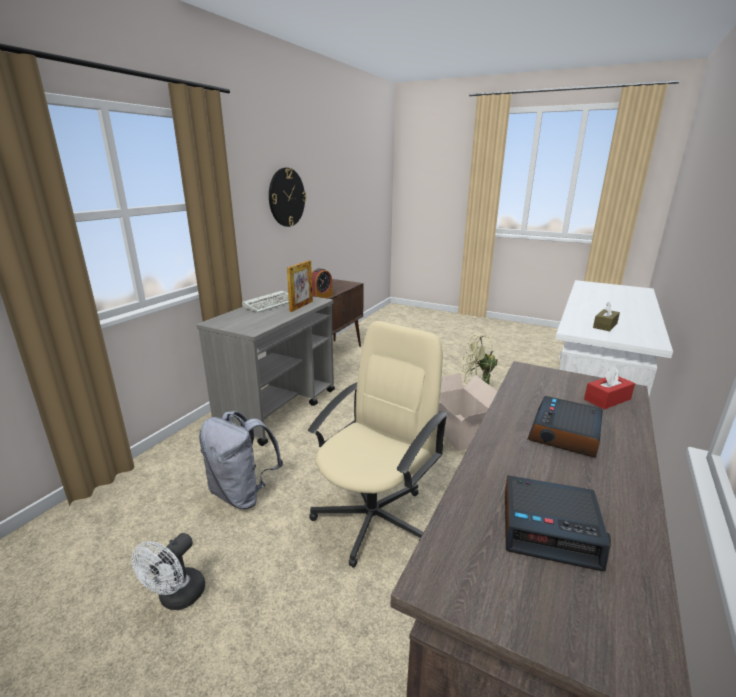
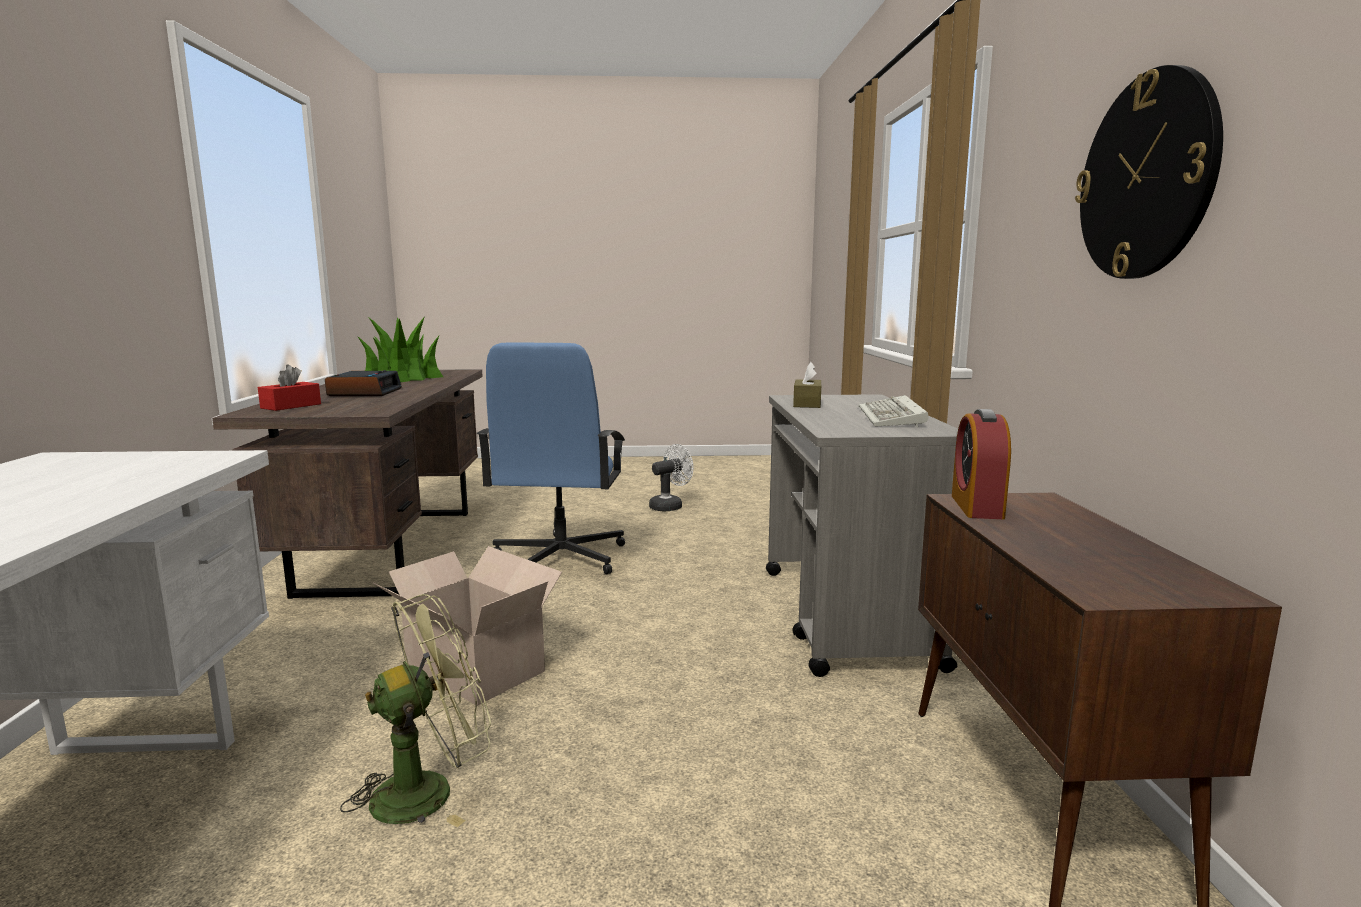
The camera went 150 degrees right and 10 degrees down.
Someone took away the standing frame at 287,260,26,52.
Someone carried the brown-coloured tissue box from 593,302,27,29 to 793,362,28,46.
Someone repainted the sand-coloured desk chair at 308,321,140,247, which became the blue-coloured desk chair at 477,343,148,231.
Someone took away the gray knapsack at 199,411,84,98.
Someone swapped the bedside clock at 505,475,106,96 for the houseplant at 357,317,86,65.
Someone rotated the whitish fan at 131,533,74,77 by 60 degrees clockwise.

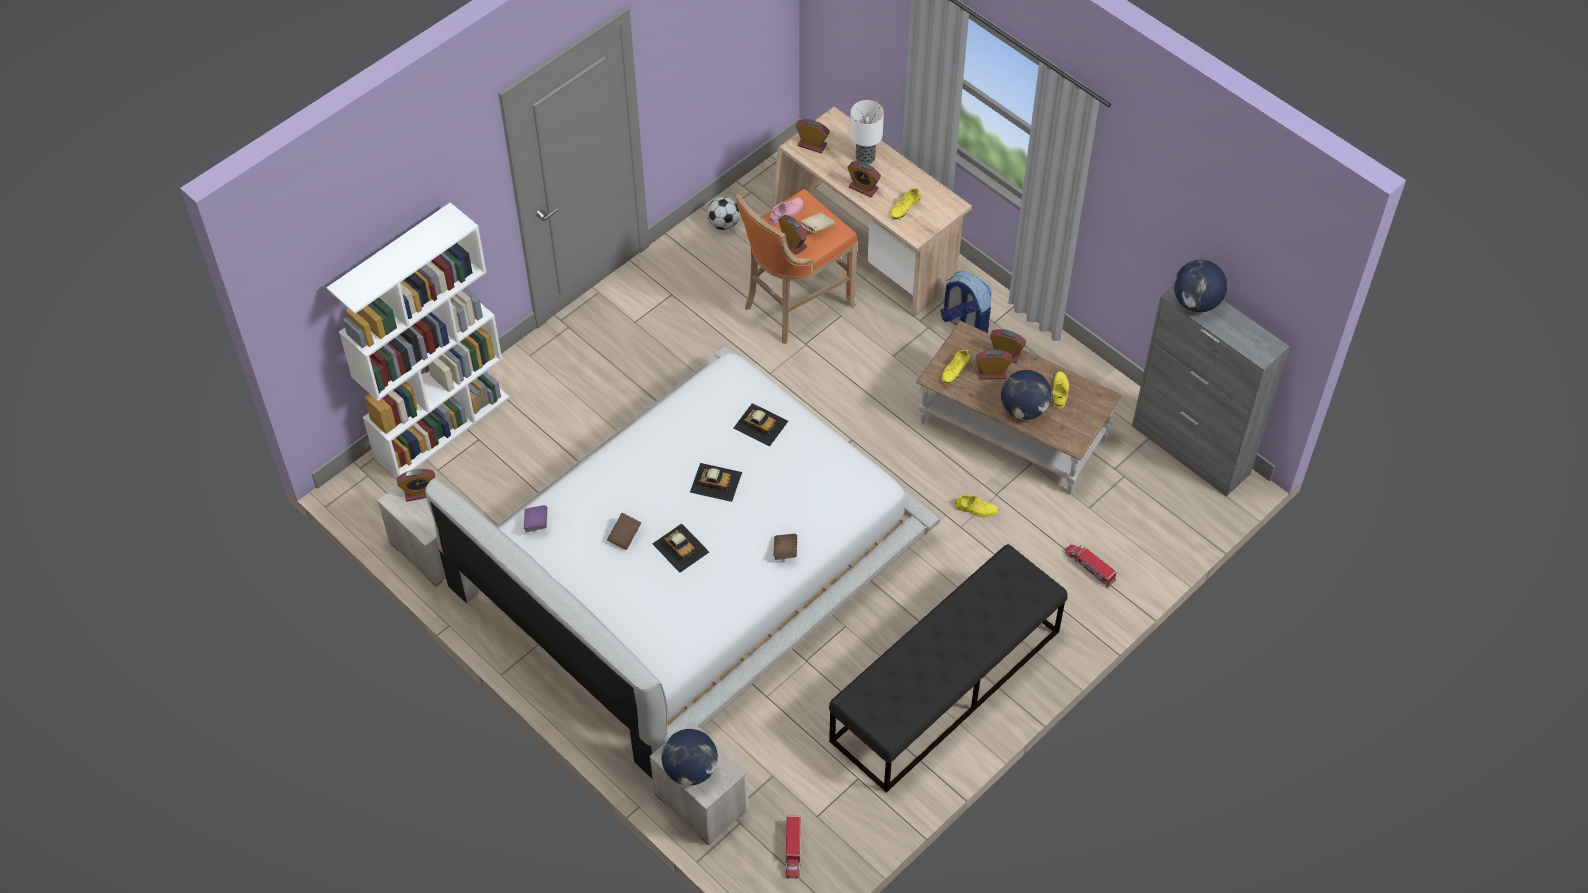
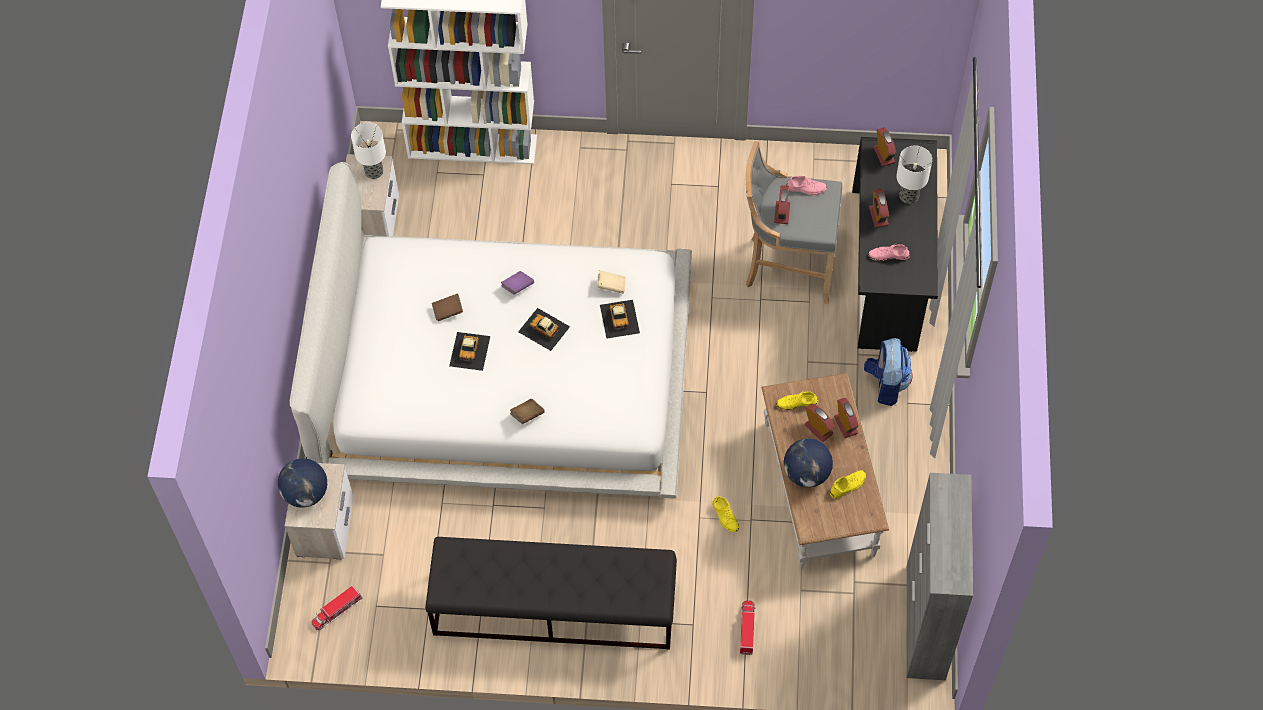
The camera went 50 degrees right and 5 degrees up.
Someone repainted the sand-coloured desk at 771,107,201,209, which became the black desk at 852,137,86,215.
Someone repainted the yellowish low shoe at 890,188,31,32, which became the pinkish low shoe at 868,243,42,18.
Someone repainted the orangey stool at 735,189,122,155, which became the gray stool at 746,141,96,163.
Someone took away the ball for football at 707,197,33,33.
Someone carried the sand-coloured bound book from 801,213,34,20 to 597,270,29,24.
Someone took away the world globe at 1174,260,53,52.
Someone rotated the toy car at 690,463,52,39 by 150 degrees clockwise.
Someone swapped the bedside clock at 397,469,38,33 for the lamp for a table at 351,122,35,57.
Someone carried the purple-coloured bound book from 524,505,24,28 to 501,271,33,24.

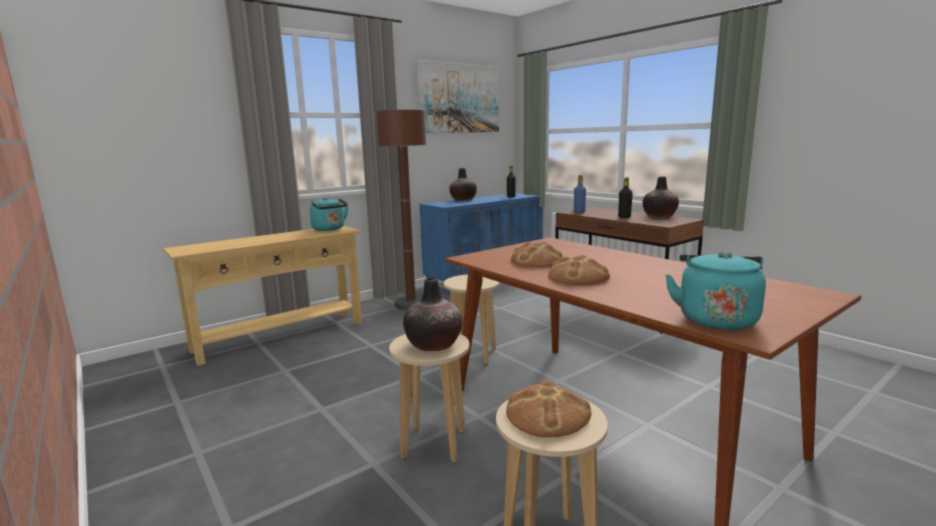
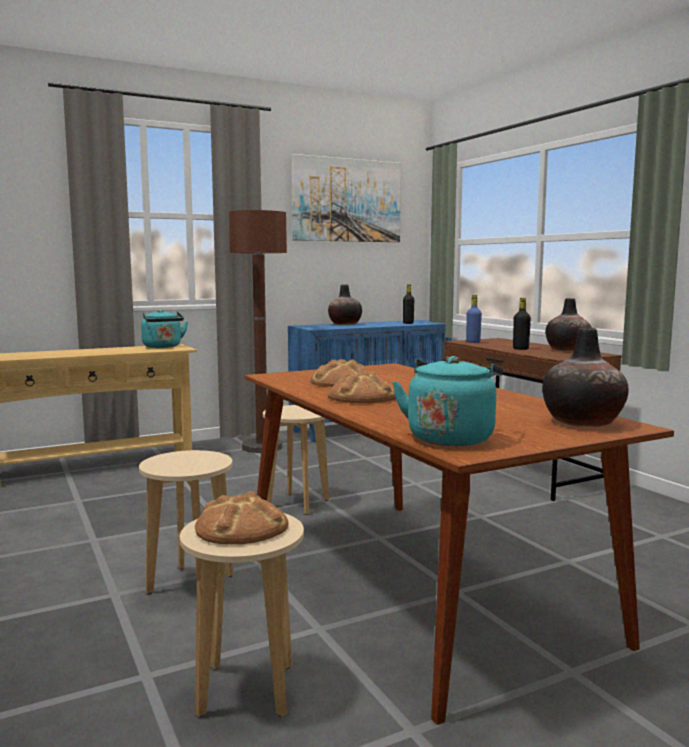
The camera went 10 degrees right and 5 degrees down.
Someone carried the flower vase from 403,277,60,74 to 542,328,86,99.

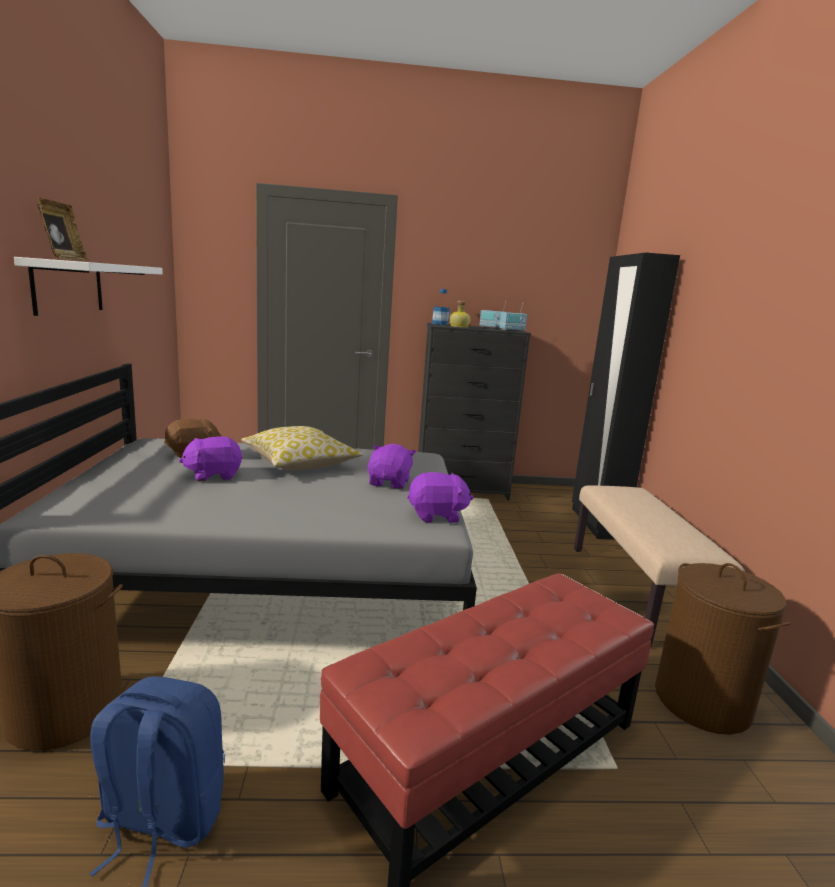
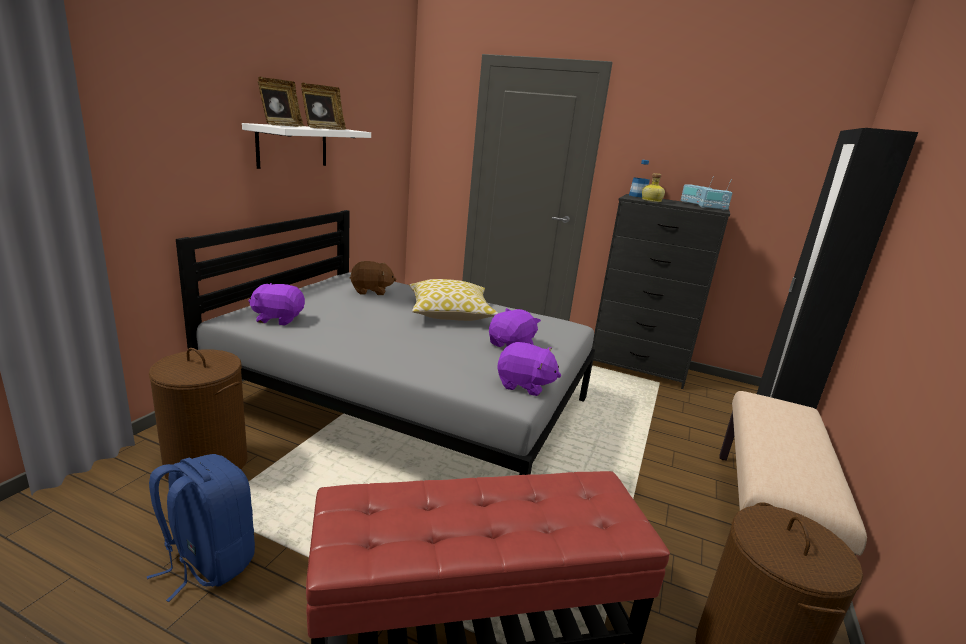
The camera went 25 degrees right and 5 degrees up.
Someone carried the purple-coloured cuddly toy from 179,436,64,46 to 249,283,56,43.
Someone put down the standing frame at 301,83,45,47.

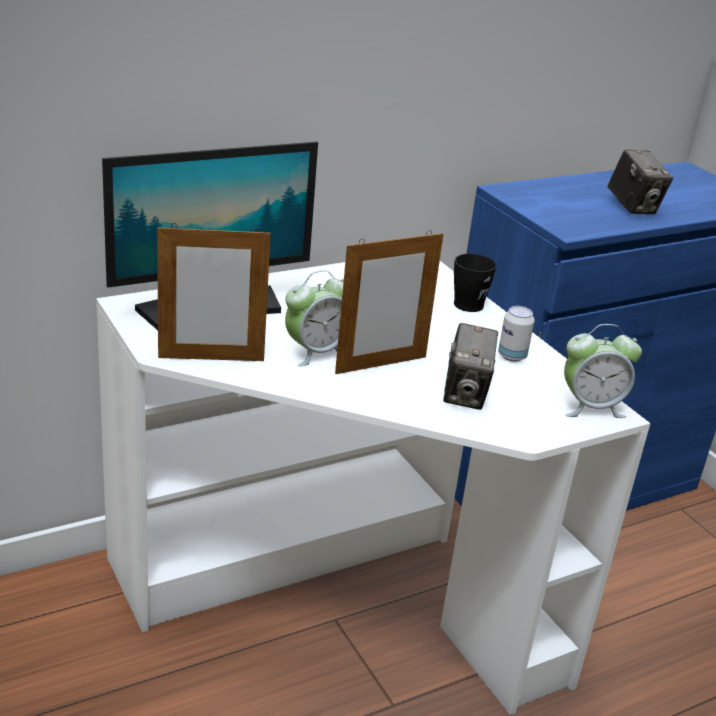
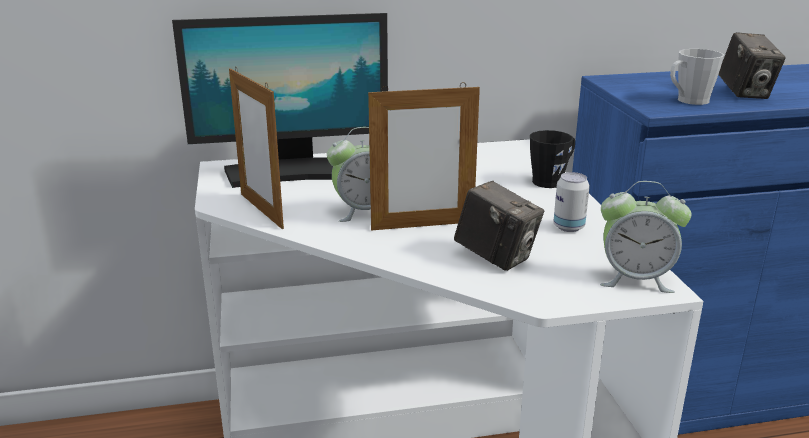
The camera went 20 degrees right and 5 degrees down.
Someone rotated the standing frame at 157,223,114,138 by 45 degrees clockwise.
Someone rotated the still camera at 443,323,55,87 by 75 degrees counterclockwise.
Someone put down the gray coffee mug at 670,49,54,56.

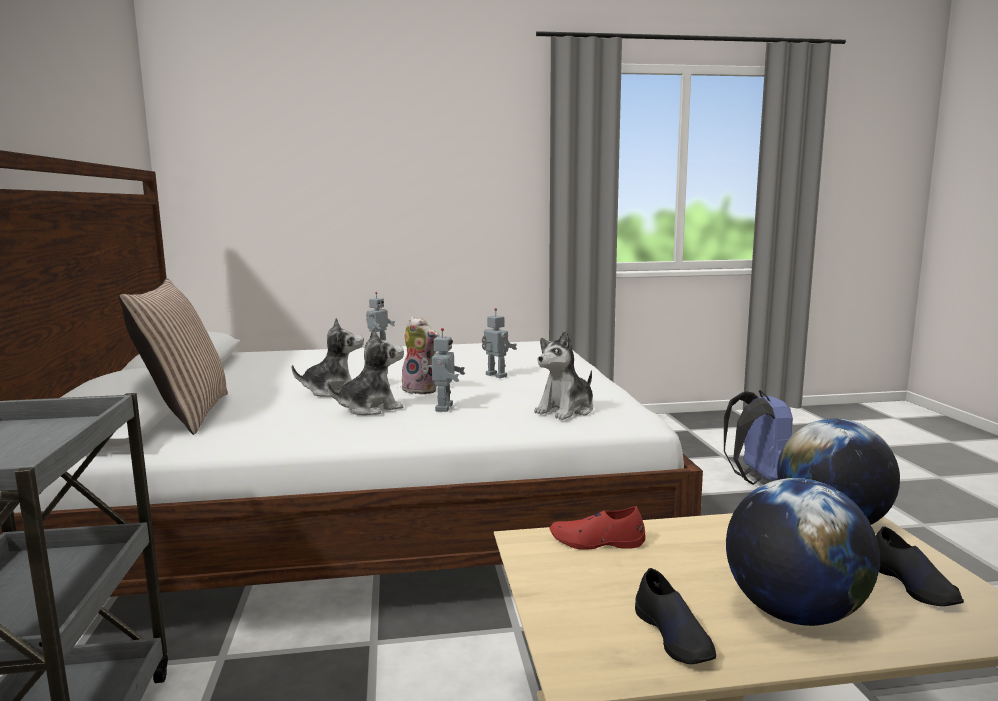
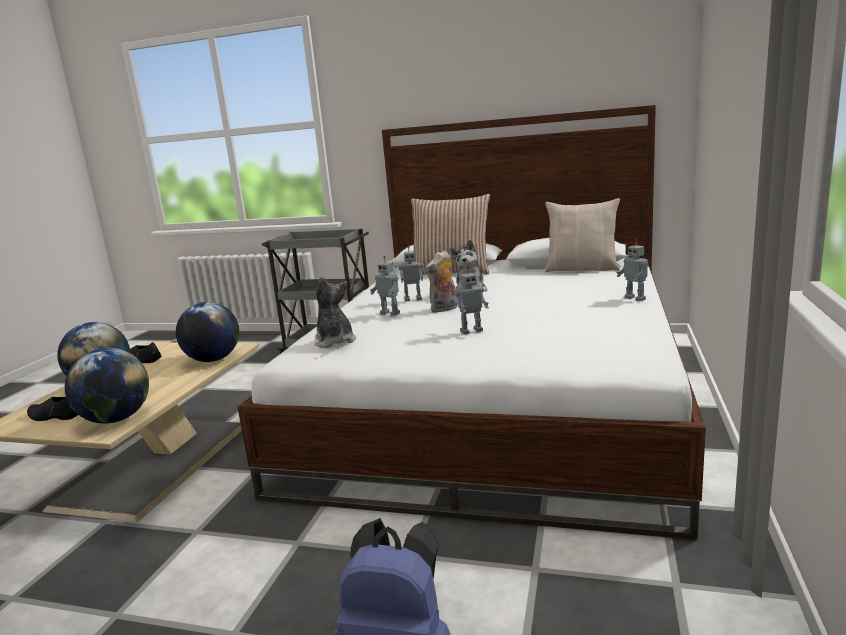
The camera went 115 degrees right and 5 degrees up.
Someone swapped the cuddly toy at 327,327,77,88 for the toy robot at 398,246,25,56.
Someone swapped the red-coloured low shoe at 549,506,97,44 for the world globe at 176,302,63,60.
Someone put down the sand-coloured cushion at 545,198,75,74.

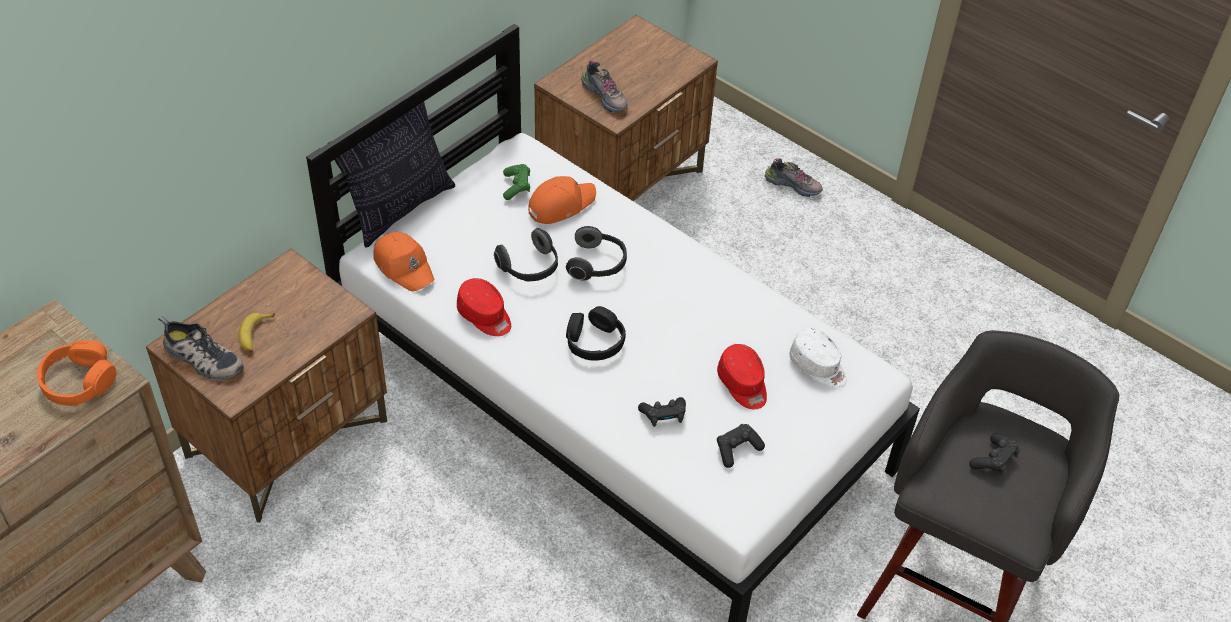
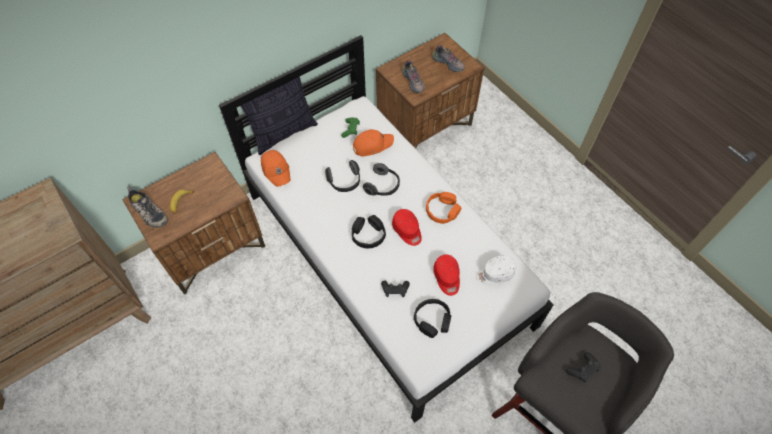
The camera went 15 degrees right and 10 degrees up.
Someone carried the low shoe from 764,158,59,39 to 432,45,33,27.
Someone carried the red-coloured peaked cap from 457,278,54,58 to 392,209,30,37.
Someone rotated the whitish peaked cap at 789,328,58,60 by 105 degrees clockwise.
Someone carried the orangey headphones from 37,340,79,66 to 426,192,35,32.
Someone swapped the black game controller at 717,424,48,44 for the black headphones at 414,299,37,39.

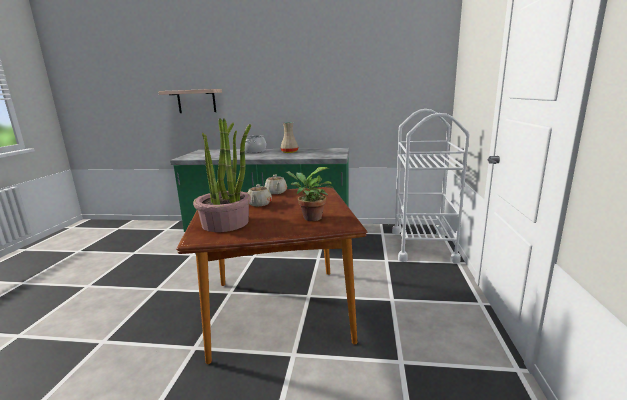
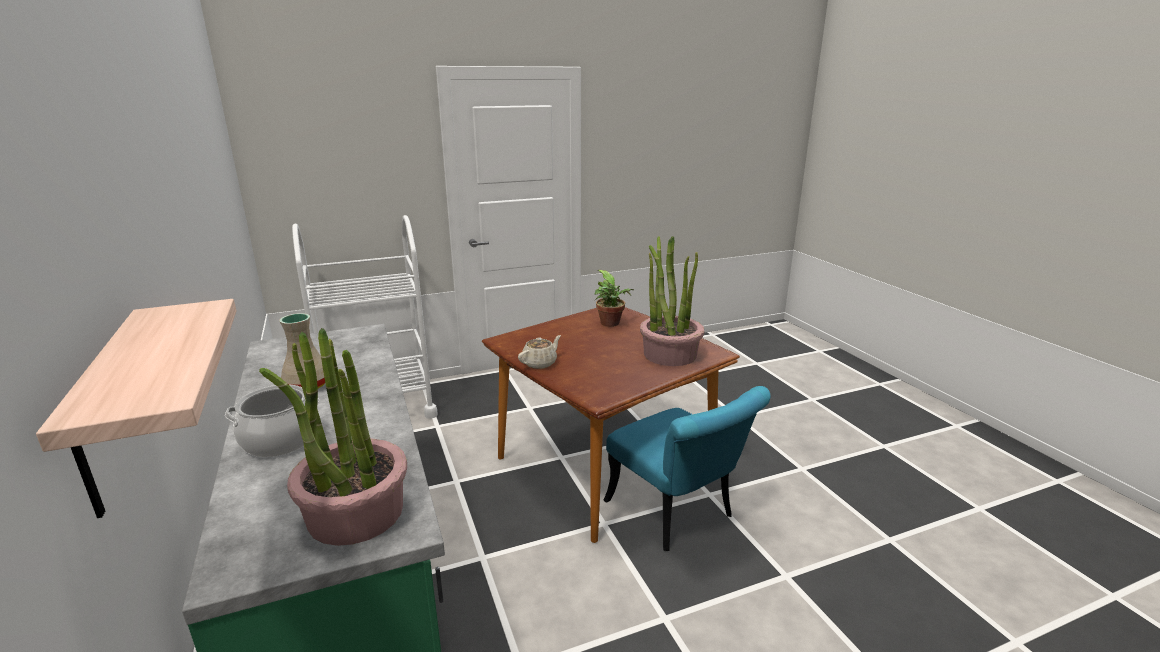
The camera went 120 degrees left and 5 degrees up.
Someone took away the sand-coloured tea pot at 248,184,24,22.
Someone put down the houseplant at 259,328,148,218.
Someone put down the turquoise-coloured chair at 604,386,166,165.

